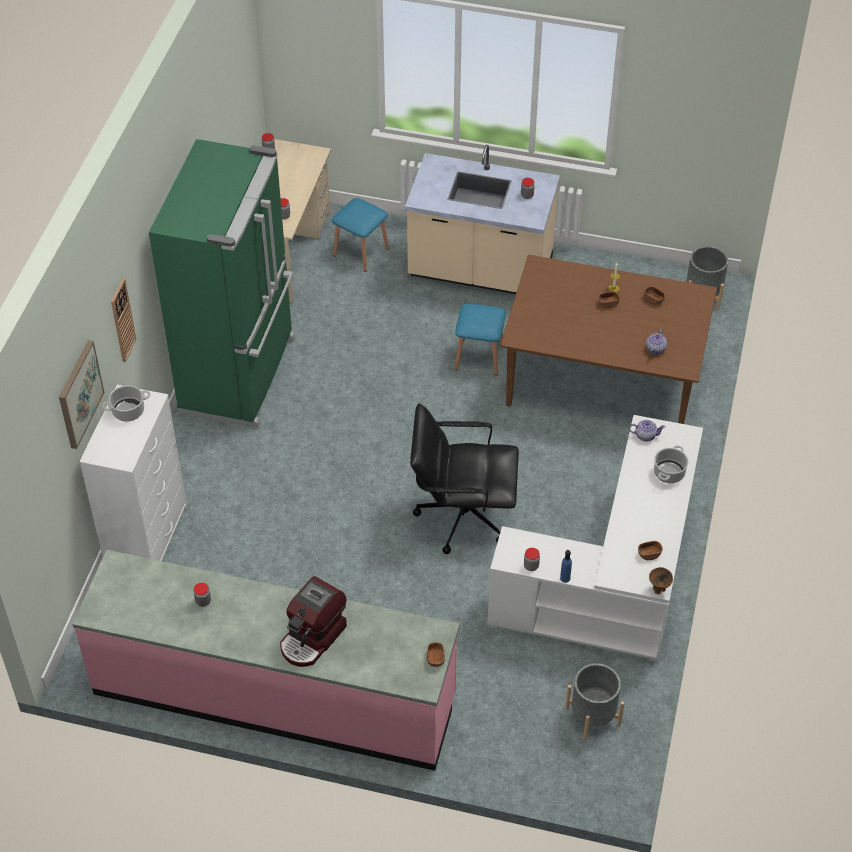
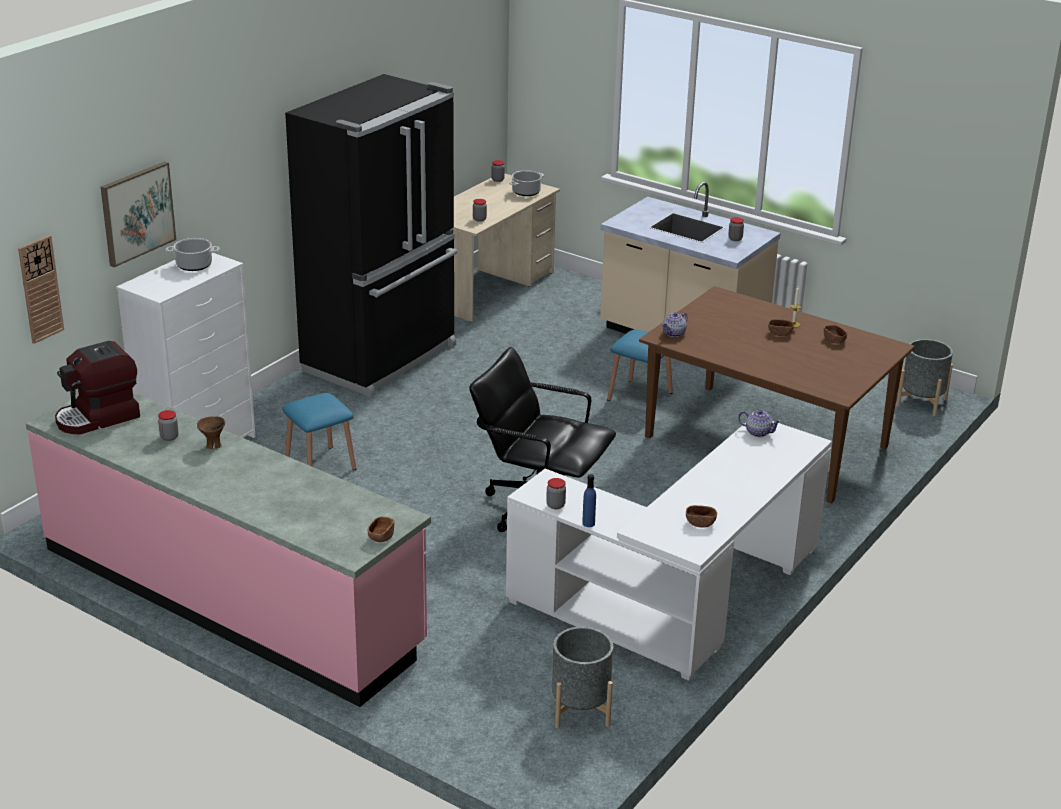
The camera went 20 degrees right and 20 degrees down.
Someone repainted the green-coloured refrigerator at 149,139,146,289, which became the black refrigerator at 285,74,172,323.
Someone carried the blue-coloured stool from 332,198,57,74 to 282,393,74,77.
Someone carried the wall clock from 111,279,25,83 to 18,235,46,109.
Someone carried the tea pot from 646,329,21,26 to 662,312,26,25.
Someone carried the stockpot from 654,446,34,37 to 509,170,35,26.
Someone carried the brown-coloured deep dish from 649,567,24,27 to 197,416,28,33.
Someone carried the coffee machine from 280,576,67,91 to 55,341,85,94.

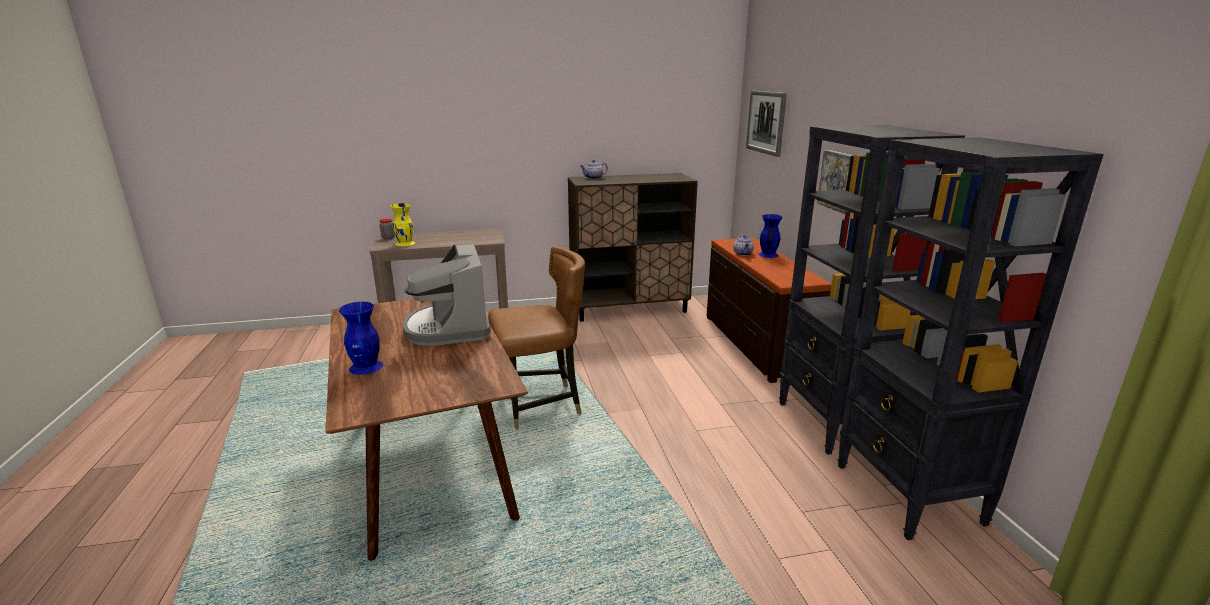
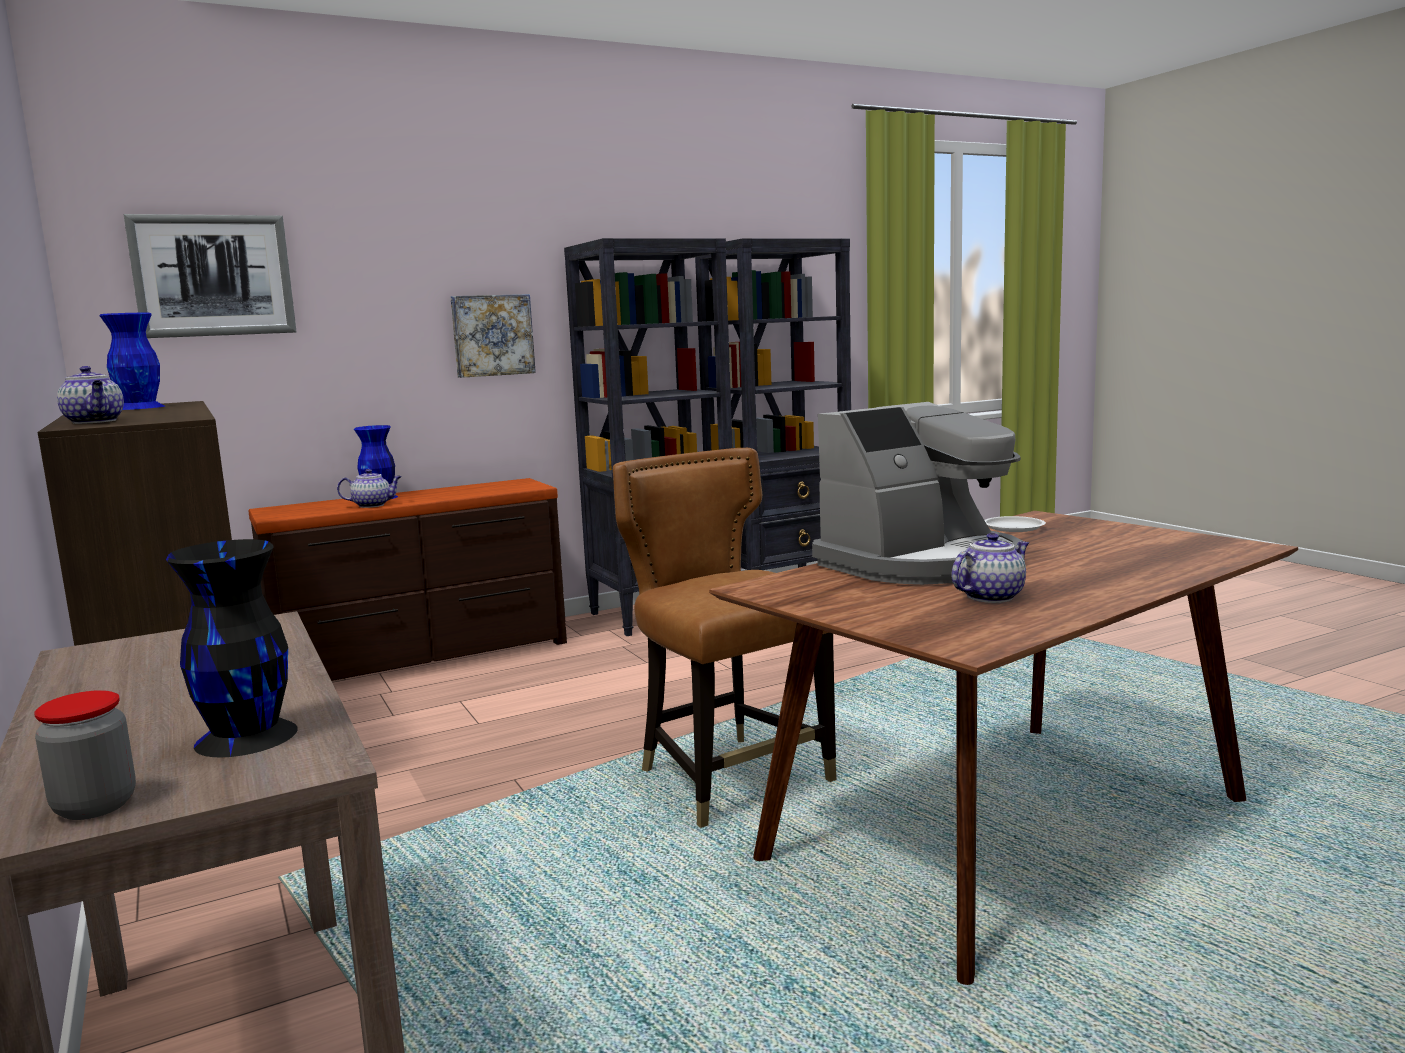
The camera went 105 degrees left and 10 degrees down.
Someone repainted the yellowish flower vase at 390,203,25,43, which became the black flower vase at 166,539,132,219.
Someone carried the blue-coloured flower vase from 339,302,44,73 to 100,313,65,97.
Someone put down the whitish plate at 984,516,62,16.
Someone put down the tea pot at 952,533,77,70.

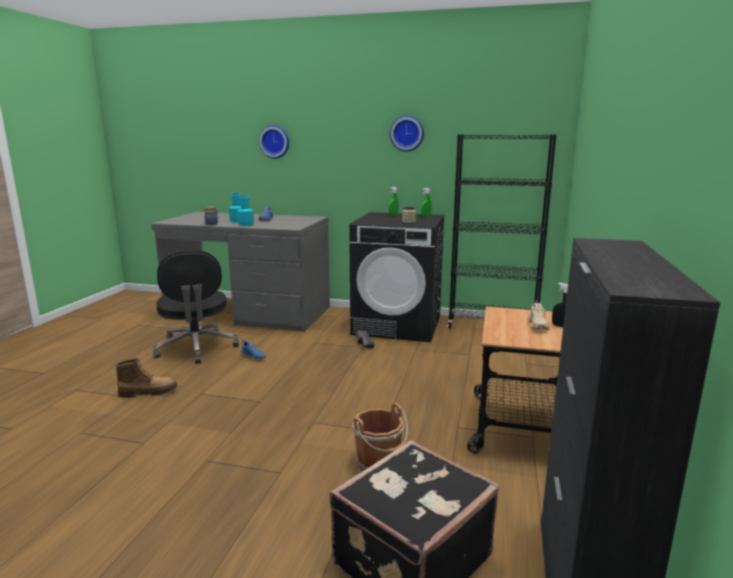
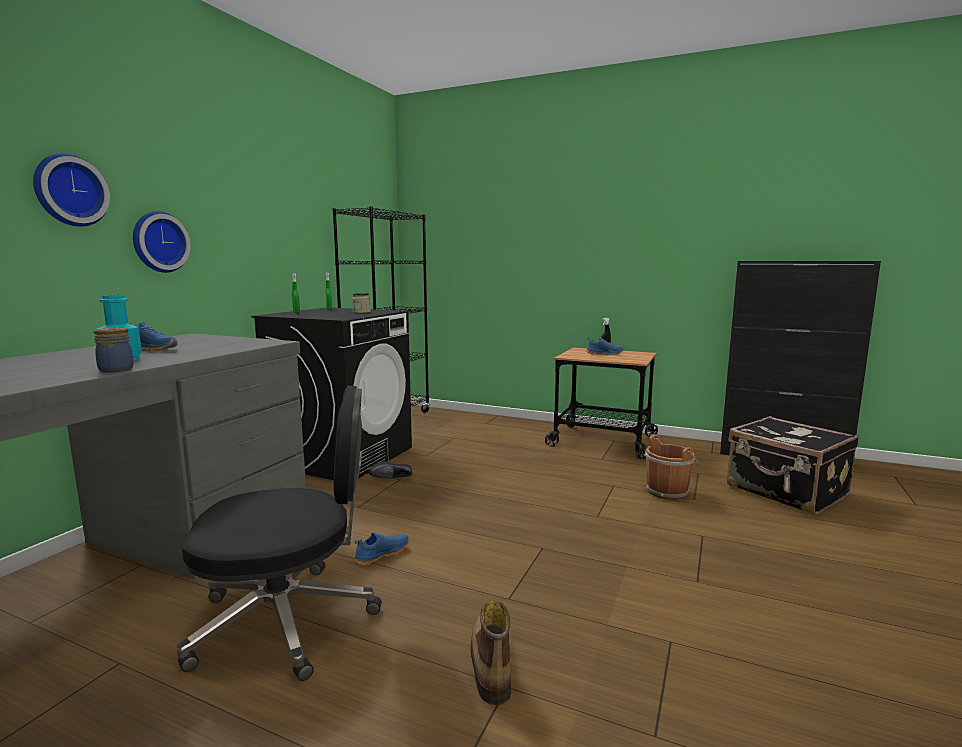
The camera went 80 degrees left and 5 degrees down.
Someone carried the wall clock from 390,116,34,36 to 133,211,58,62.
Someone took away the turquoise-coloured bottle at 237,195,17,31.
Someone repainted the sand-coloured low shoe at 528,300,22,30, which became the blue-coloured low shoe at 586,337,38,18.

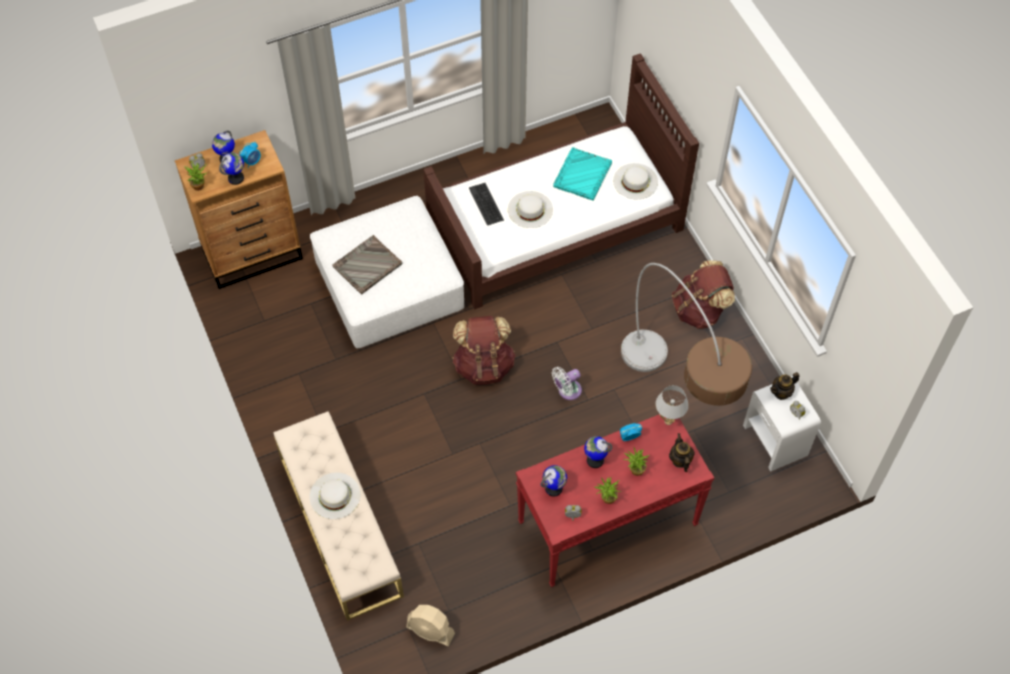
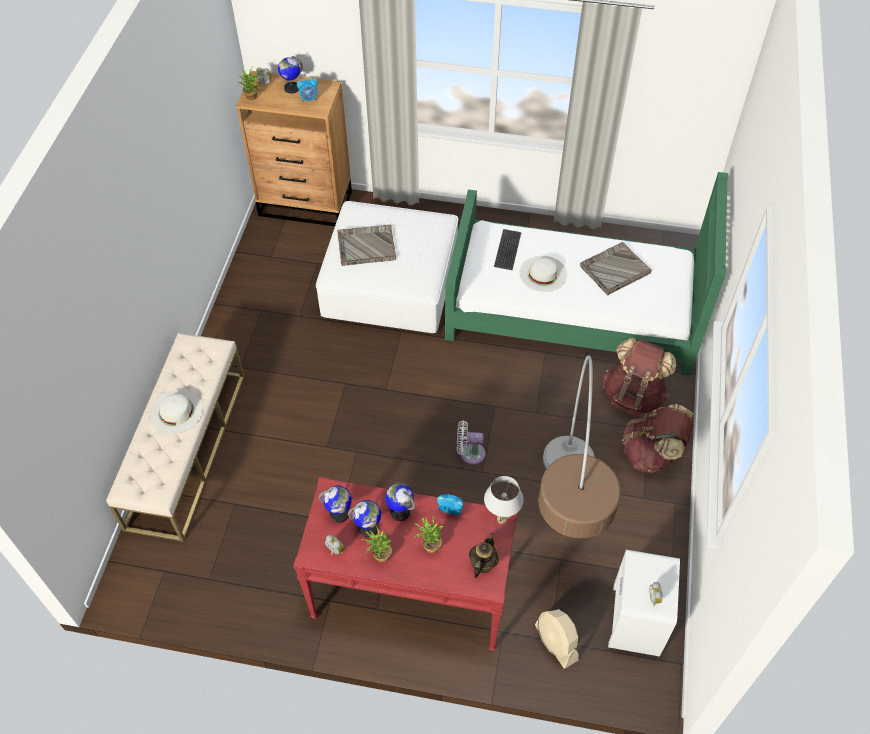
The camera went 35 degrees right and 5 degrees down.
Someone repainted the brown-coloured bedroom bed at 423,53,276,256, which became the green-coloured bedroom bed at 445,172,283,204.
Someone repainted the turquoise-coloured carrying tray at 553,147,59,54, which became the gray carrying tray at 580,242,72,53.
Someone carried the world globe from 219,152,25,33 to 348,500,33,37.
Someone took away the whitish hat at 613,163,45,36.
Someone carried the brown-coloured knapsack from 452,316,64,69 to 603,338,73,78.
Someone took away the tea pot at 770,372,29,28.
Someone carried the sand-coloured fan from 406,605,49,41 to 535,609,44,60.

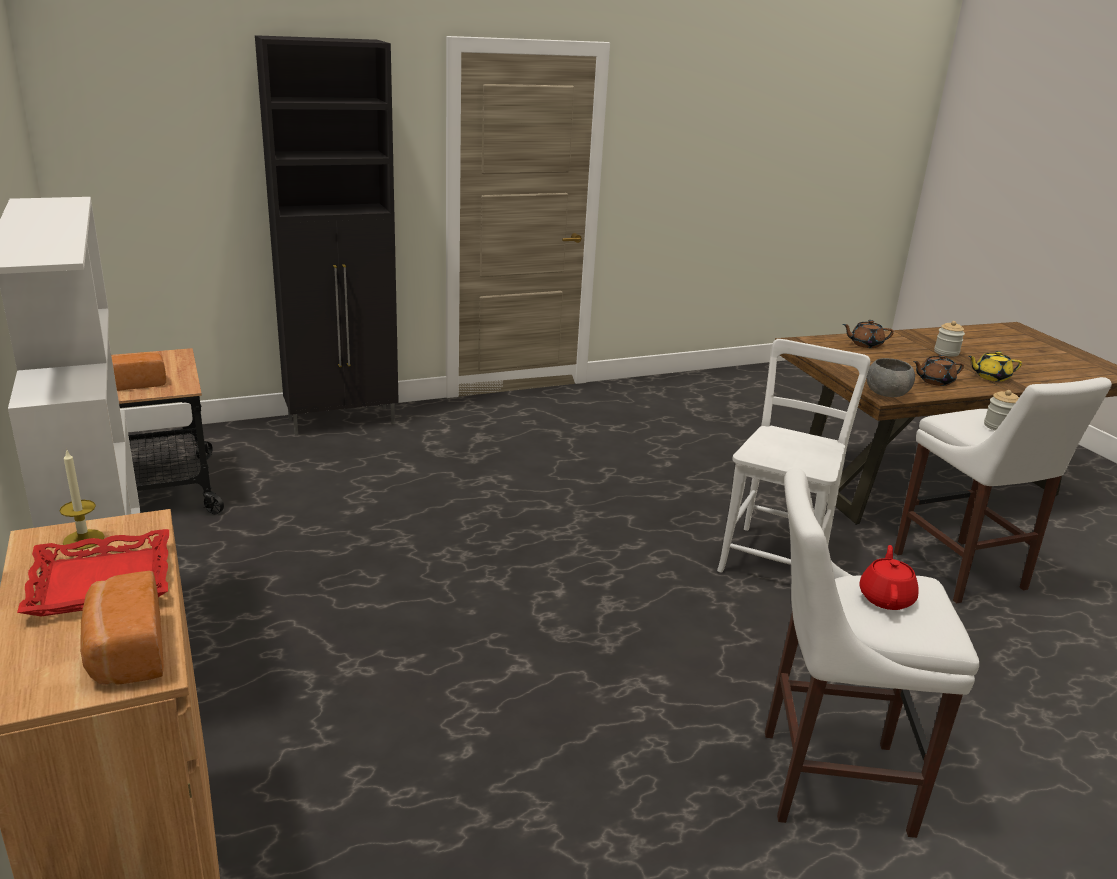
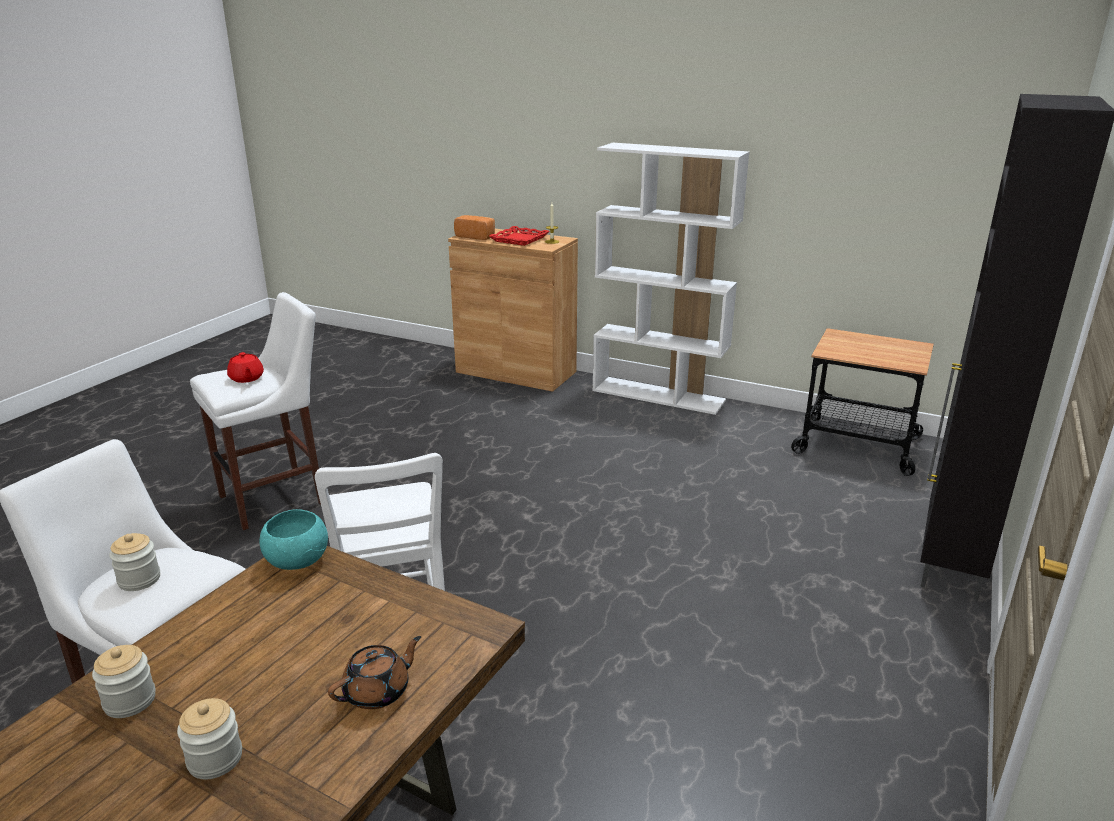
The camera went 140 degrees right and 0 degrees up.
Someone swapped the yellowish tea pot at 968,351,54,31 for the storage jar at 92,645,64,73.
Someone took away the bread at 112,352,54,39.
Someone took away the brown-coloured tea pot at 913,355,51,31.
Someone repainted the gray deep dish at 866,358,49,39, which became the turquoise-coloured deep dish at 260,509,68,61.

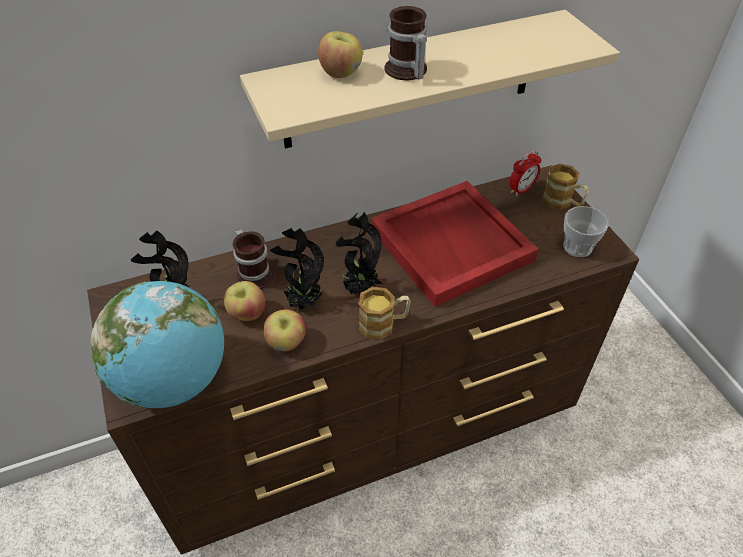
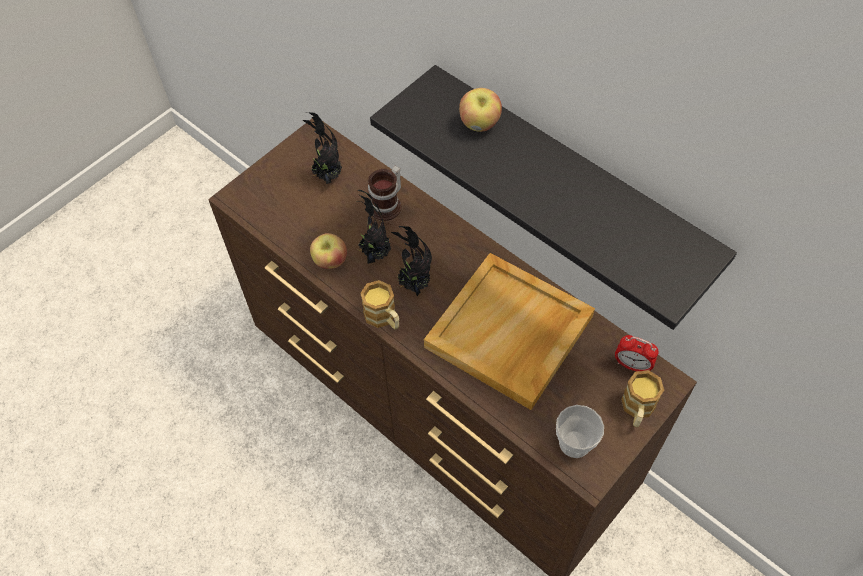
The camera went 65 degrees right and 10 degrees up.
Someone took away the coffee mug at 384,6,43,74.
Someone repainted the sand-coloured wall shelf at 240,10,380,139, which became the black wall shelf at 370,65,367,265.
Someone repainted the red-coloured carrying tray at 371,181,167,126, which became the sand-coloured carrying tray at 424,253,171,157.
Someone took away the world globe at 90,281,134,128.
Someone took away the apple fruit at 224,281,41,40.

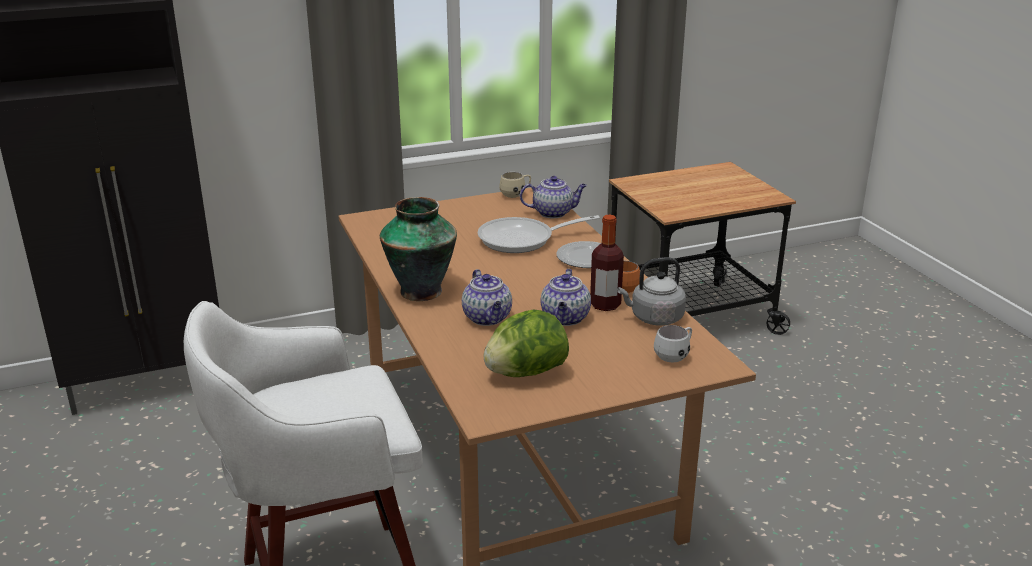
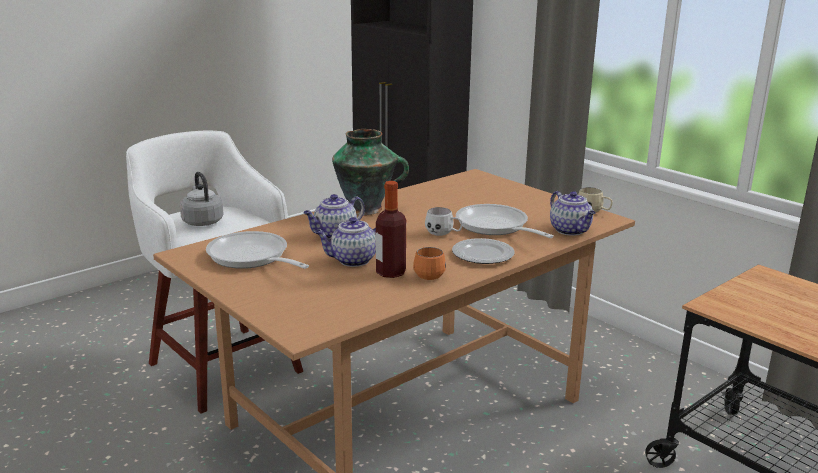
The camera went 70 degrees right and 5 degrees down.
Someone carried the gray tea kettle from 618,257,68,69 to 180,172,44,54.
Someone swapped the head of lettuce at 483,310,86,67 for the skillet at 206,231,103,38.
Someone carried the whitish coffee mug from 654,325,38,37 to 425,207,38,29.

